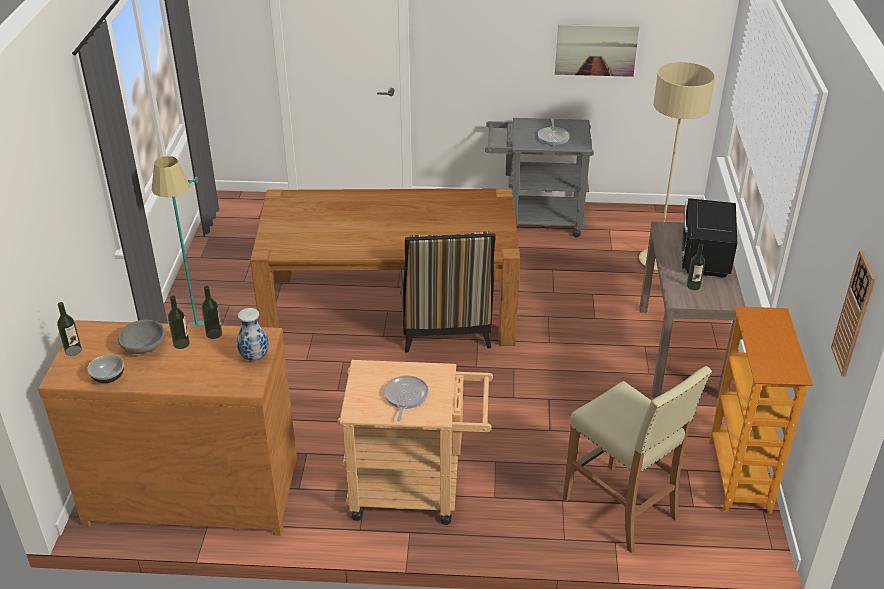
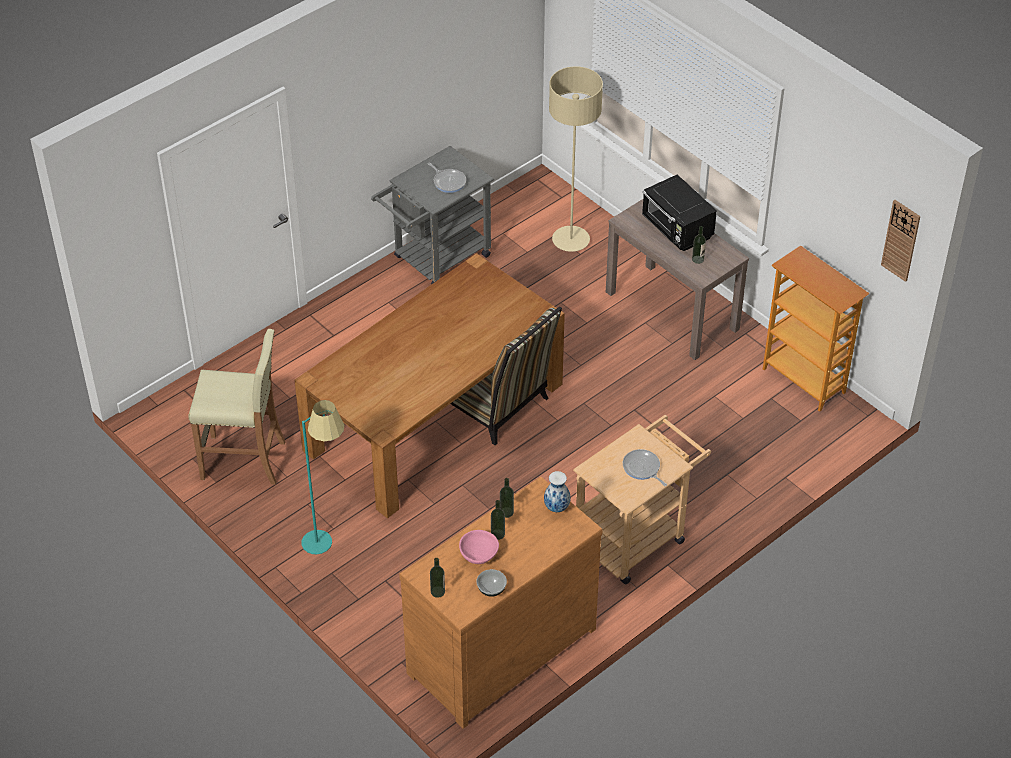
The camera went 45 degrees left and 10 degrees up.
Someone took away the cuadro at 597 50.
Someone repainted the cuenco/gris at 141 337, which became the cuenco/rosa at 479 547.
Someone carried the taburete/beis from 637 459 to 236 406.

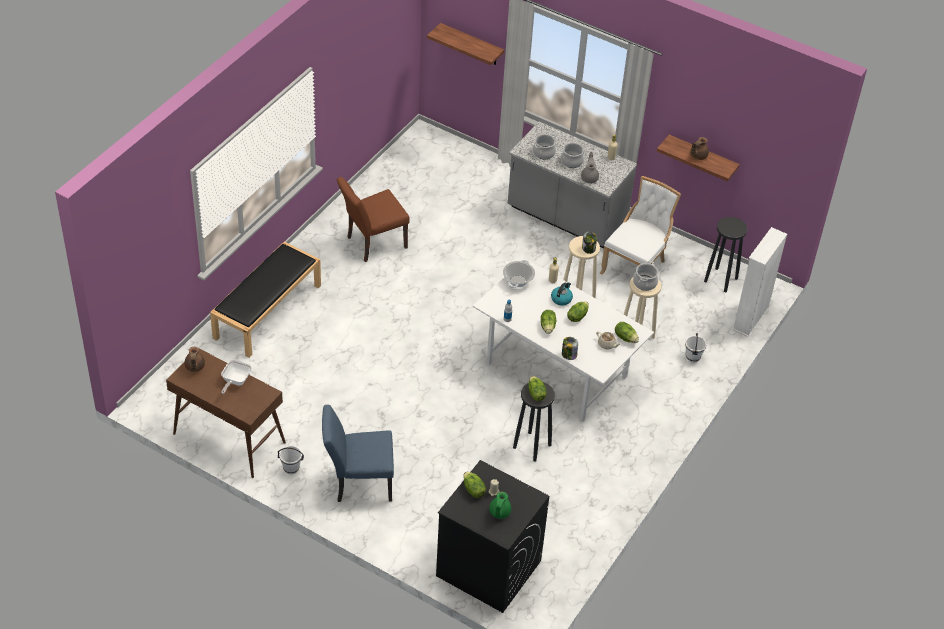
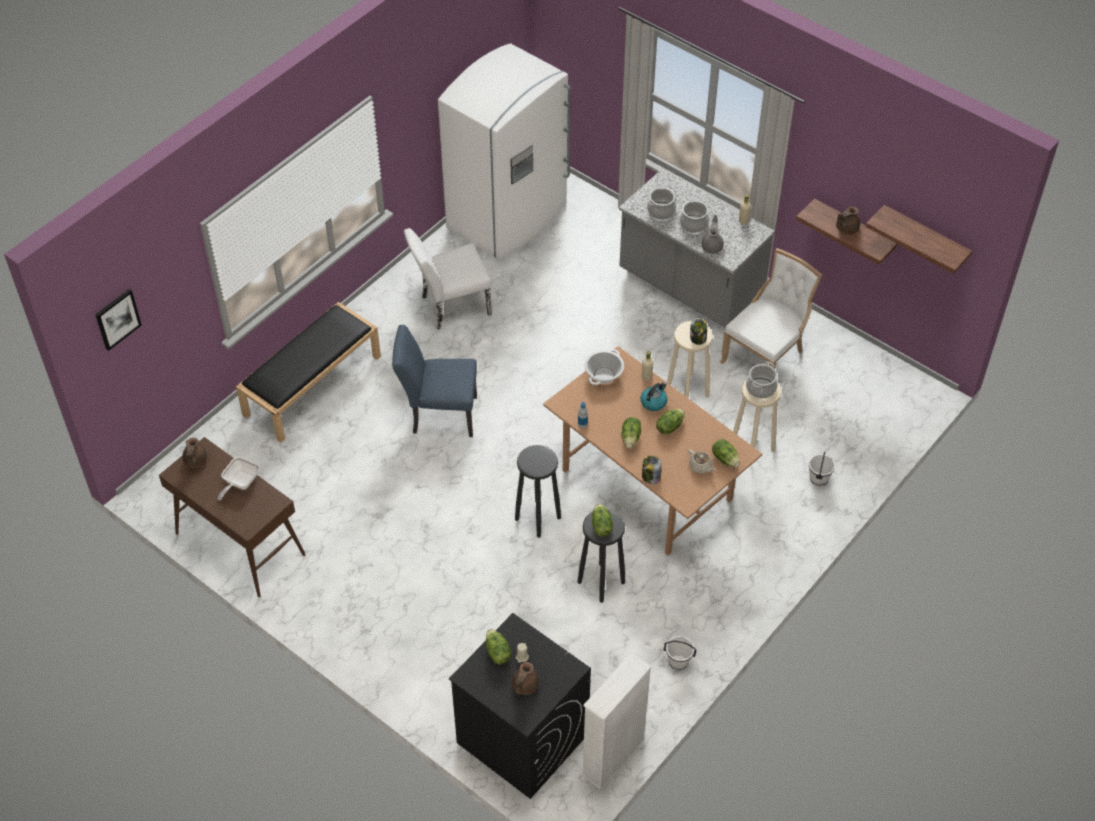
The camera went 10 degrees right and 5 degrees up.
Someone carried the estante from 465 44 to 919 239.
Someone repainted the silla/marrón at 373 219, which became the silla/blanco at 448 279.
Someone carried the taburete/negro from 726 254 to 538 491.
Someone carried the estantería/blanco from 759 282 to 616 720.
Someone repainted the mesa de comedor/blanco at 563 340, which became the mesa de comedor/marrón at 652 450.
Someone carried the silla/azul from 358 453 to 434 381.
Someone carried the cubo/blanco from 291 460 to 680 653.
Someone repainted the tetera/verde at 500 505, which became the tetera/marrón at 525 678.
Someone put down the nevera/blanco at 504 151.
Someone put up the cuadro at 118 320.

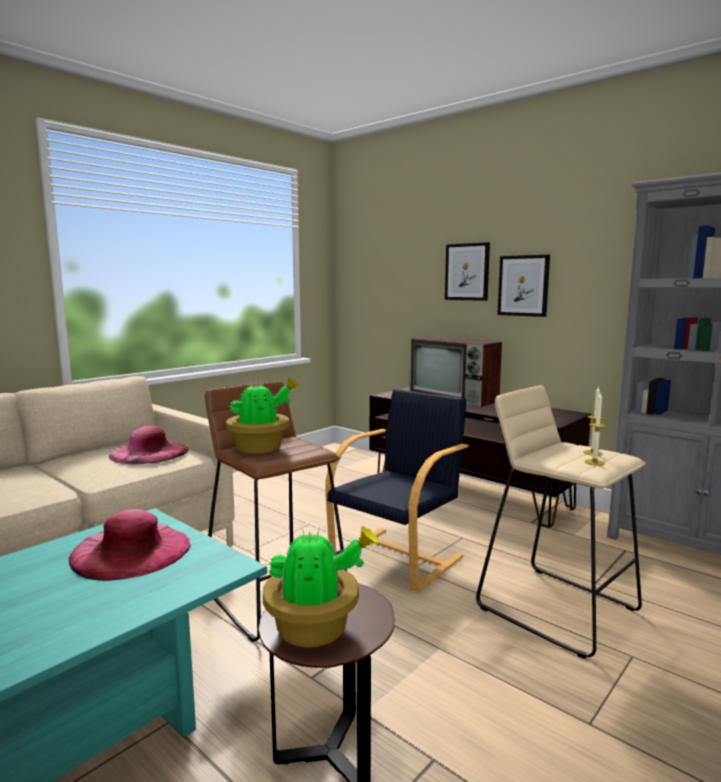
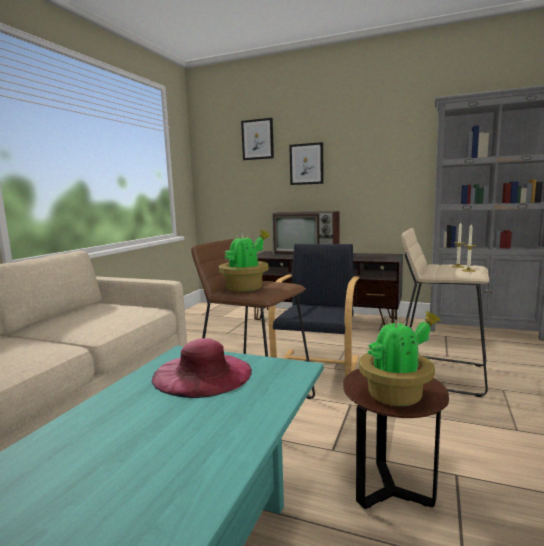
The camera went 20 degrees left and 0 degrees up.
Someone carried the cuadro from 523 286 to 257 139.
Someone took away the sombrero/rosa at 149 445.

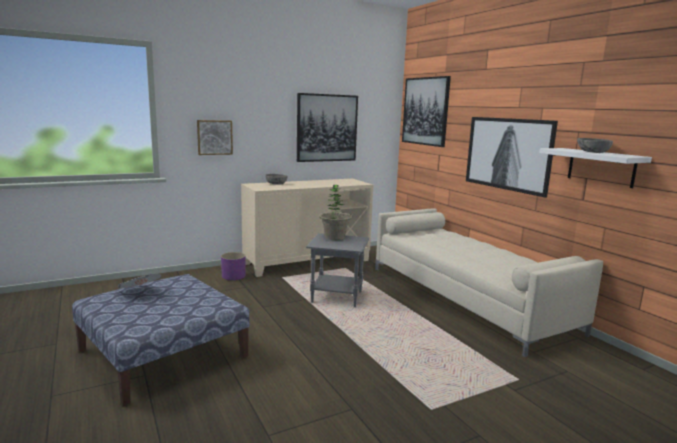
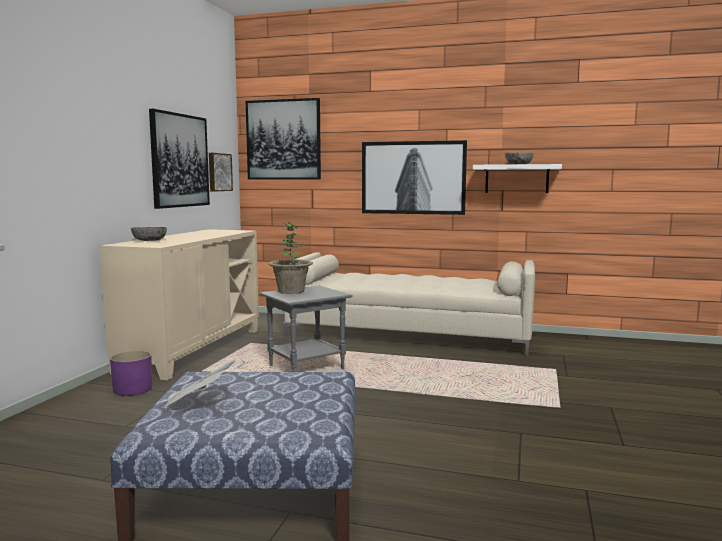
The camera went 45 degrees left and 5 degrees down.
Someone carried the cuadro from 215 137 to 221 172.

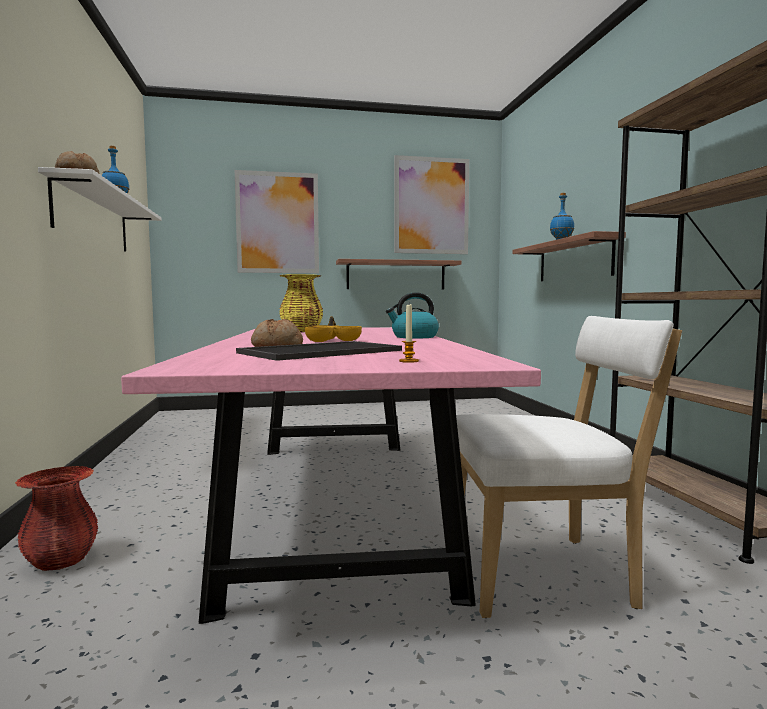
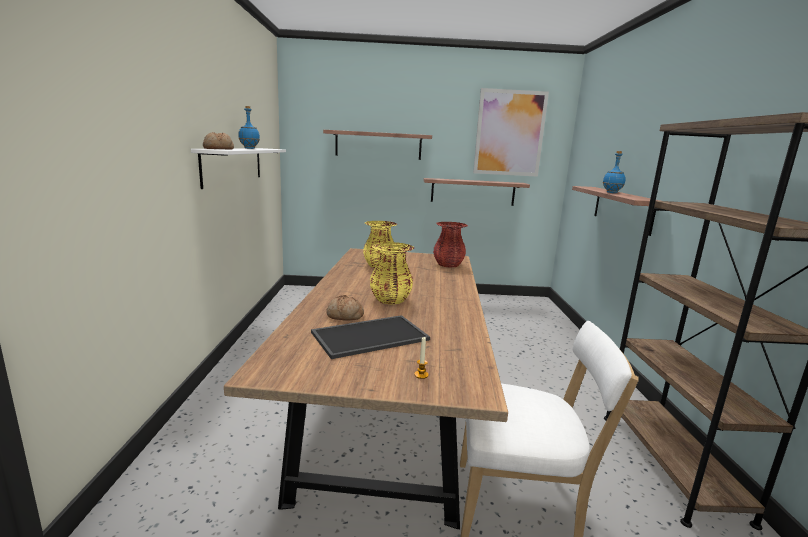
The camera went 10 degrees right and 10 degrees up.
Someone swapped the cuadro at 277 221 for the estante at 377 145.
Someone took away the hervidor at 412 315.
Someone swapped the cuenco at 333 329 for the florero/amarillo at 392 273.
Someone repainted the mesa de comedor/rosa at 331 475, which became the mesa de comedor/marrón at 366 388.
Someone carried the florero/rojo from 56 518 to 450 245.

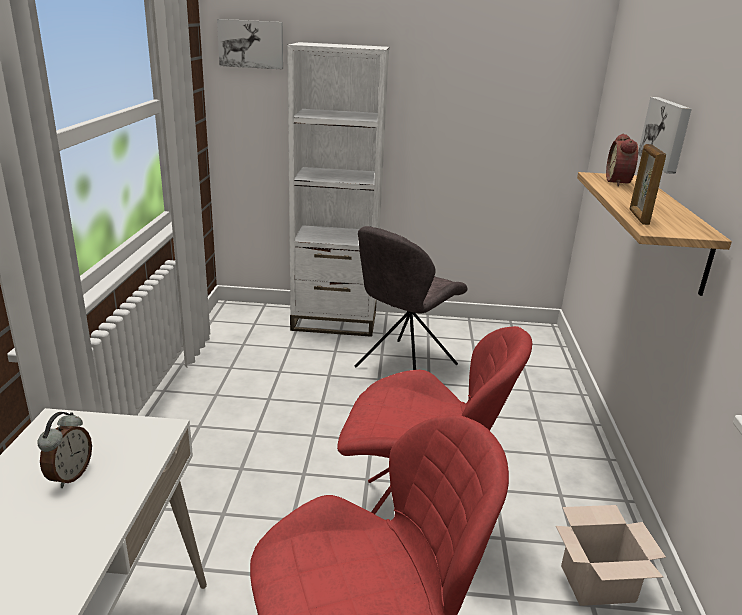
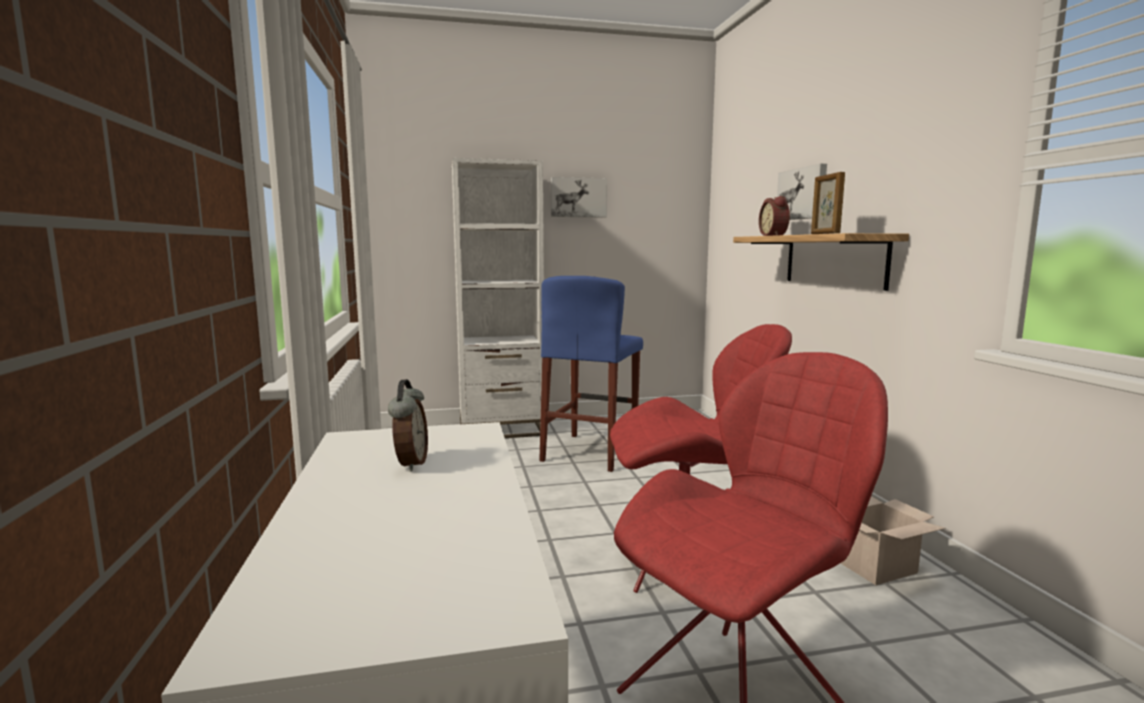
The camera went 15 degrees left and 15 degrees down.
Someone carried the cuadro from 250 44 to 579 197.
Someone swapped the silla/gris at 411 298 for the taburete/azul at 591 374.

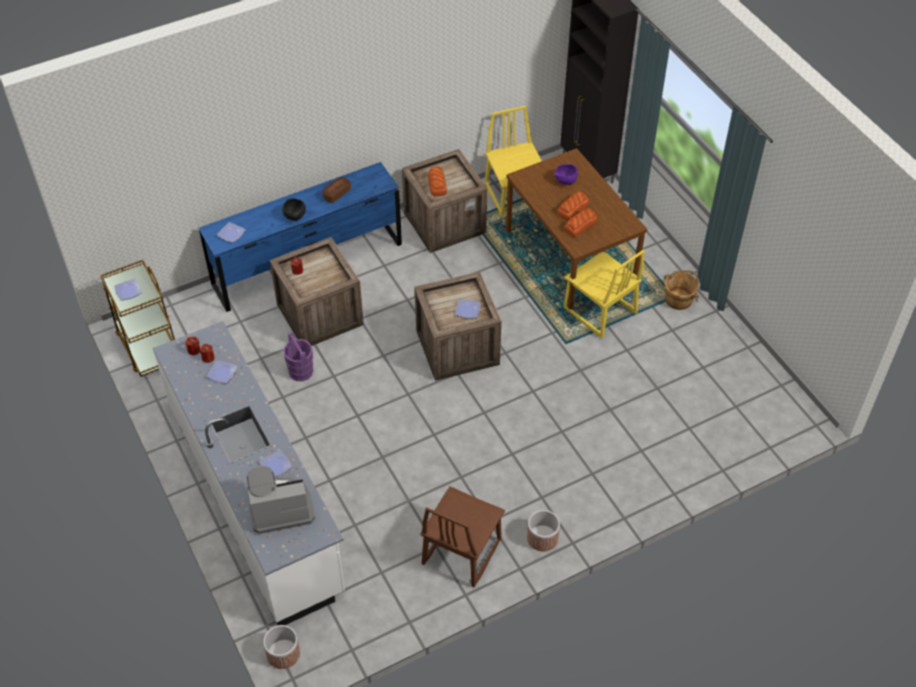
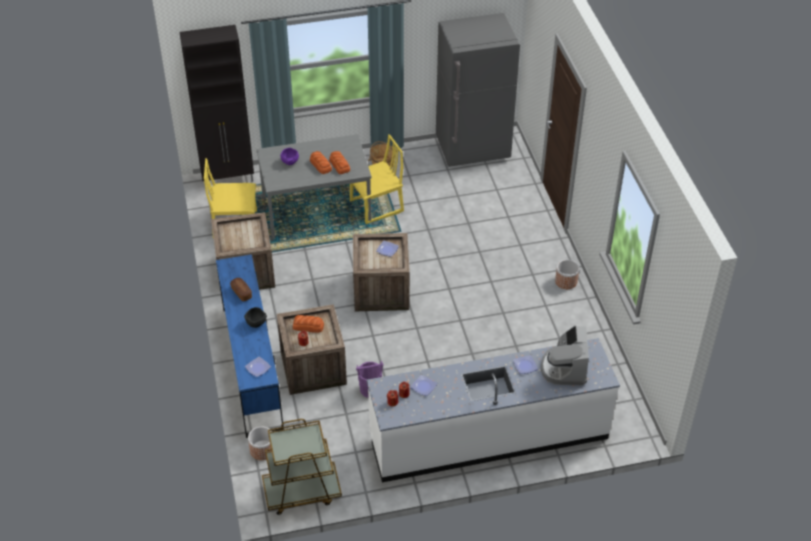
The camera went 75 degrees left and 5 degrees down.
Someone repainted the mesa de comedor/marrón at 576 229, which became the mesa de comedor/gris at 313 186.
Someone carried the pan from 437 182 to 308 324.
Someone took away the plato at 128 289.
Someone took away the silla/marrón at 463 536.
Someone carried the maceta from 281 647 to 260 443.
Someone put down the nevera/gris at 478 90.

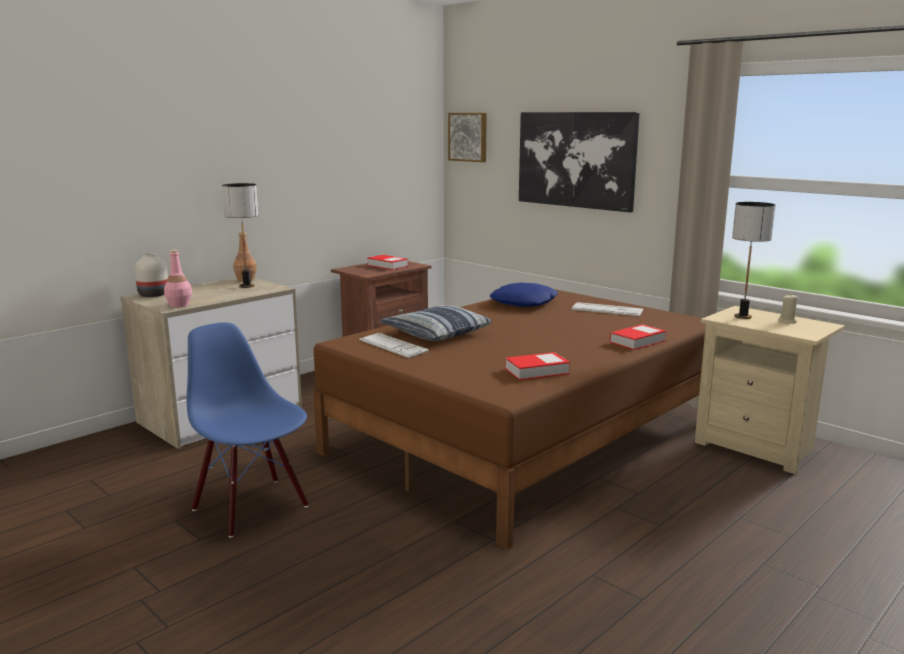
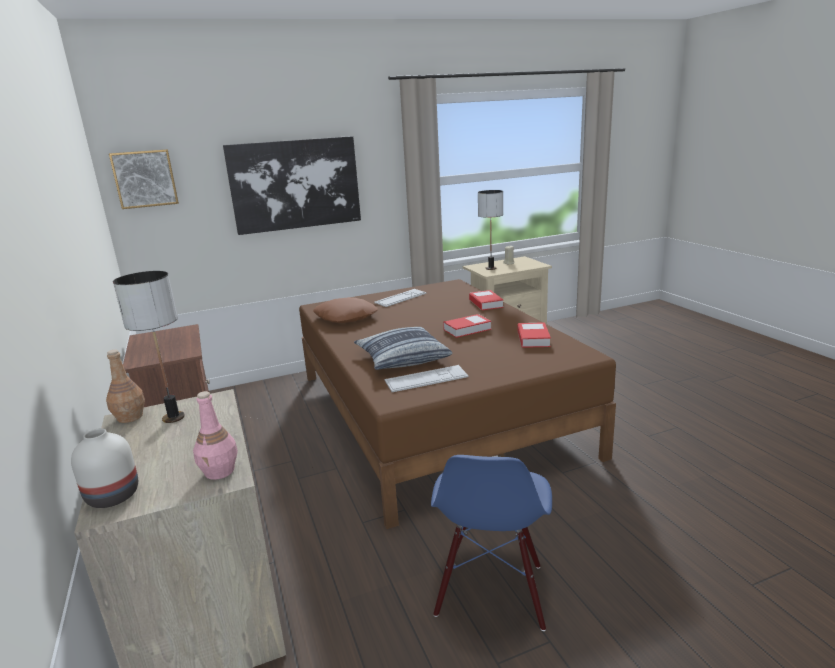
The camera went 65 degrees left and 5 degrees up.
Someone carried the libro from 387 262 to 467 326.
Someone repainted the cojín/azul at 524 295, which became the cojín/marrón at 345 310.
Someone rotated the silla/azul at 248 430 by 60 degrees counterclockwise.

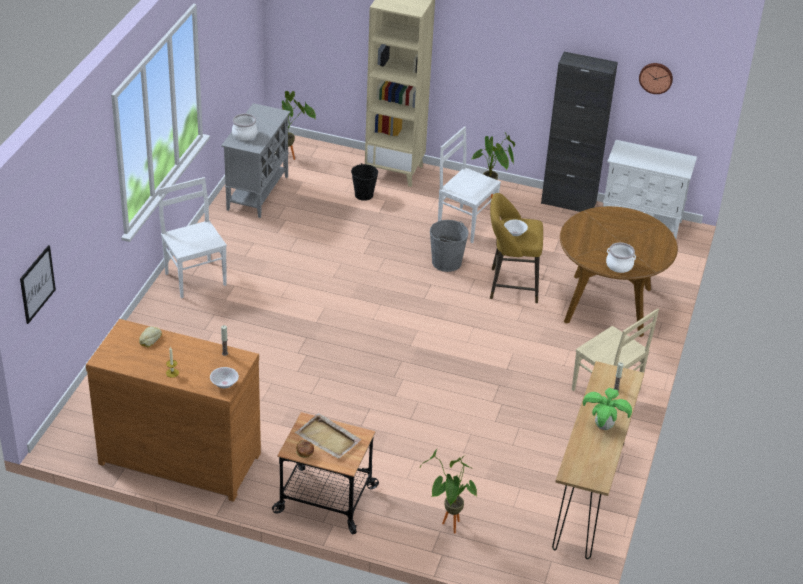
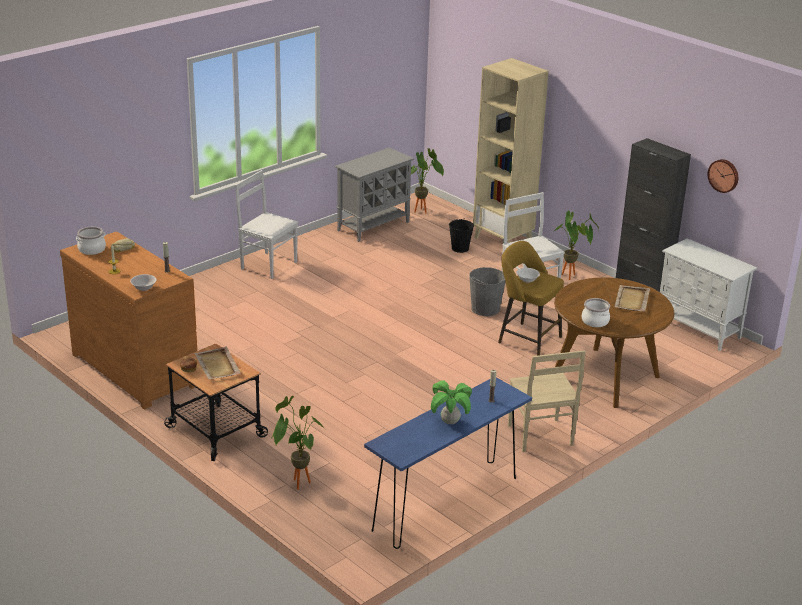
The camera went 30 degrees right and 10 degrees down.
Someone carried the olla from 244 127 to 91 241.
Someone rotated the silla/blanco at 192 237 by 60 degrees counterclockwise.
Someone took away the cuadro at 38 284.
Someone repainted the mesa consola/marrón at 598 460, which became the mesa consola/azul at 448 463.
Someone put down the bandeja/beis at 632 298.

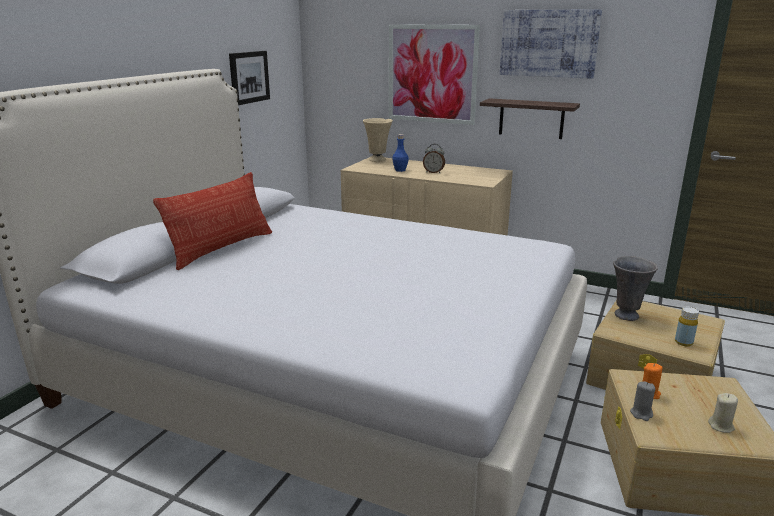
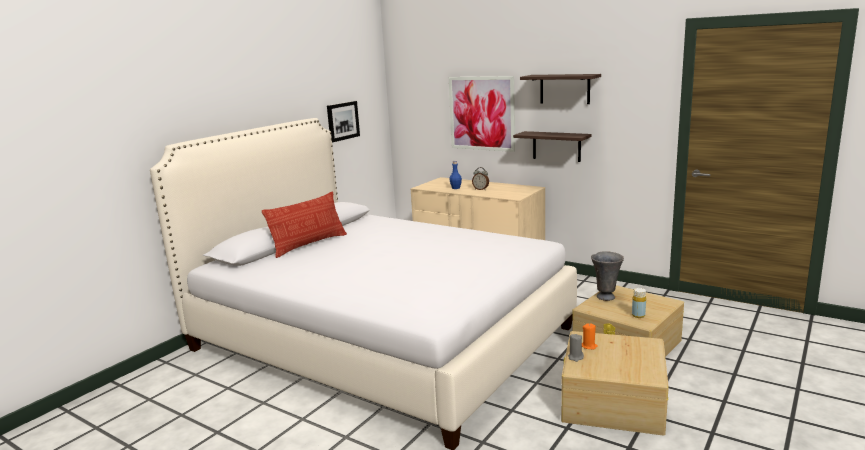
The camera went 10 degrees right and 5 degrees down.
Someone swapped the cuadro at 551 44 for the estante at 560 89.
Someone took away the florero/beis at 378 140.
Someone took away the vela/beis at 723 413.

